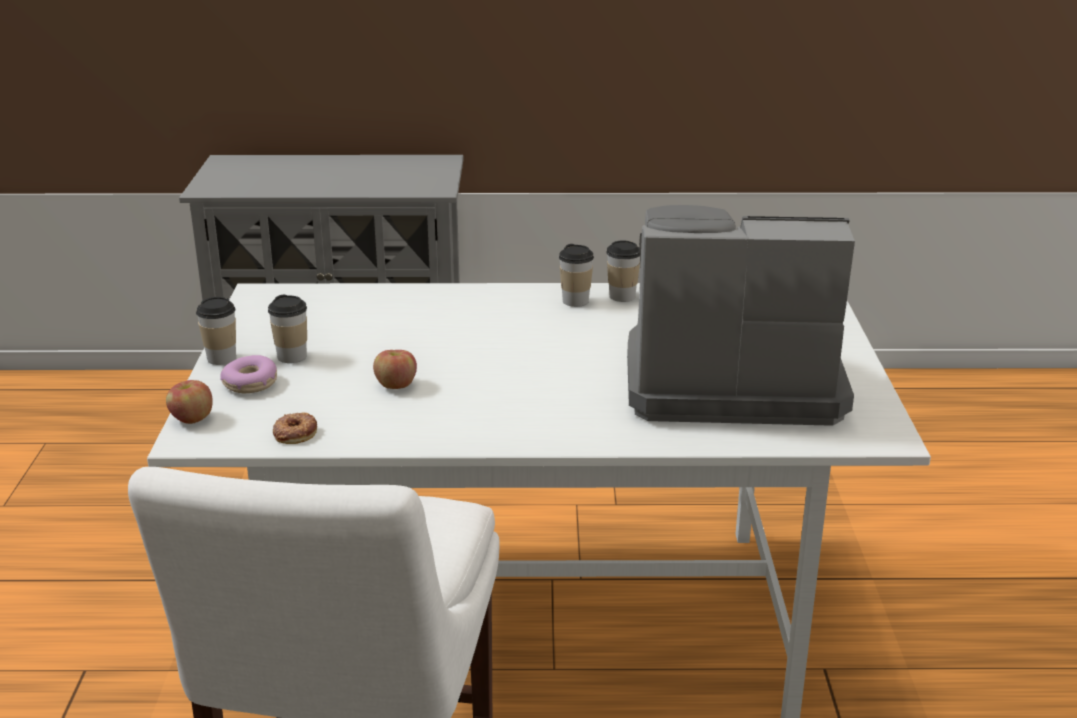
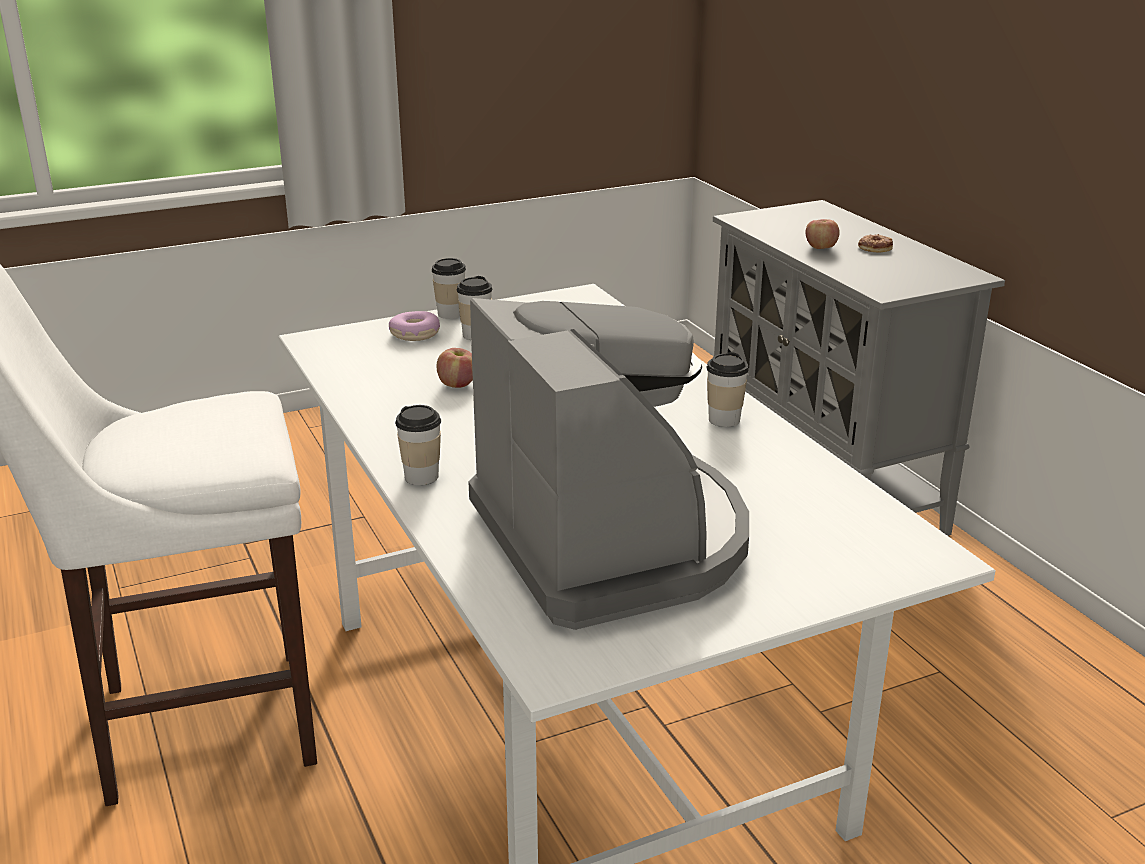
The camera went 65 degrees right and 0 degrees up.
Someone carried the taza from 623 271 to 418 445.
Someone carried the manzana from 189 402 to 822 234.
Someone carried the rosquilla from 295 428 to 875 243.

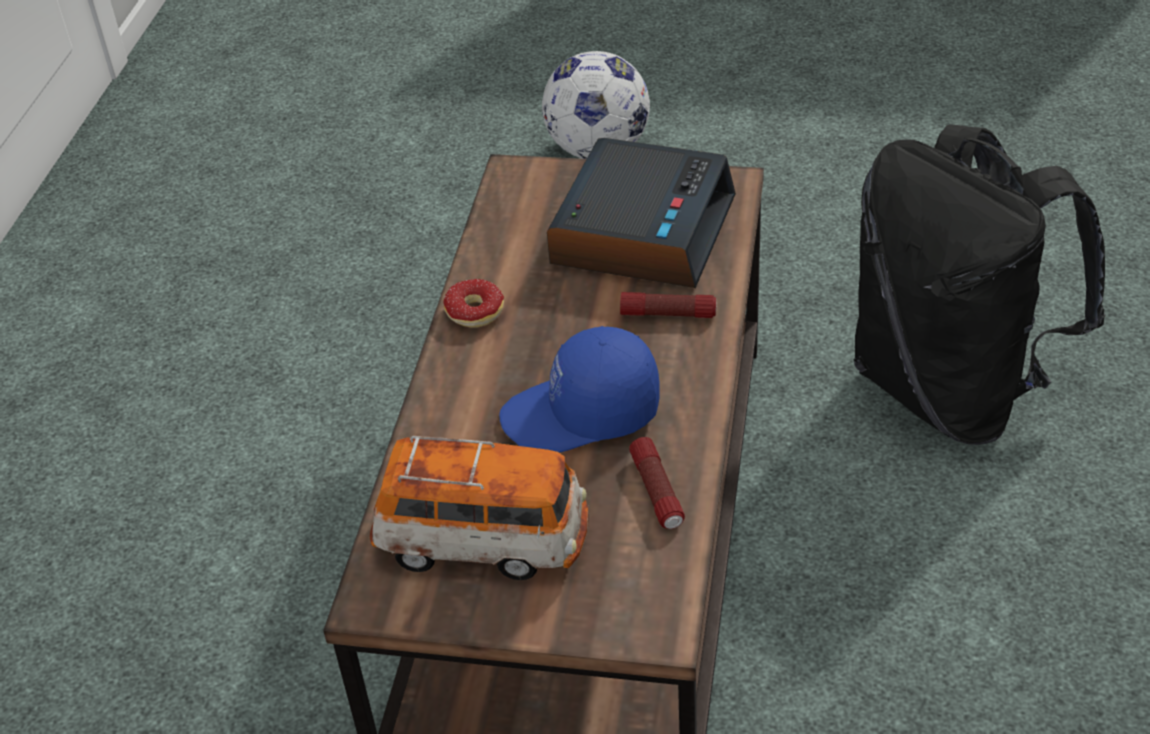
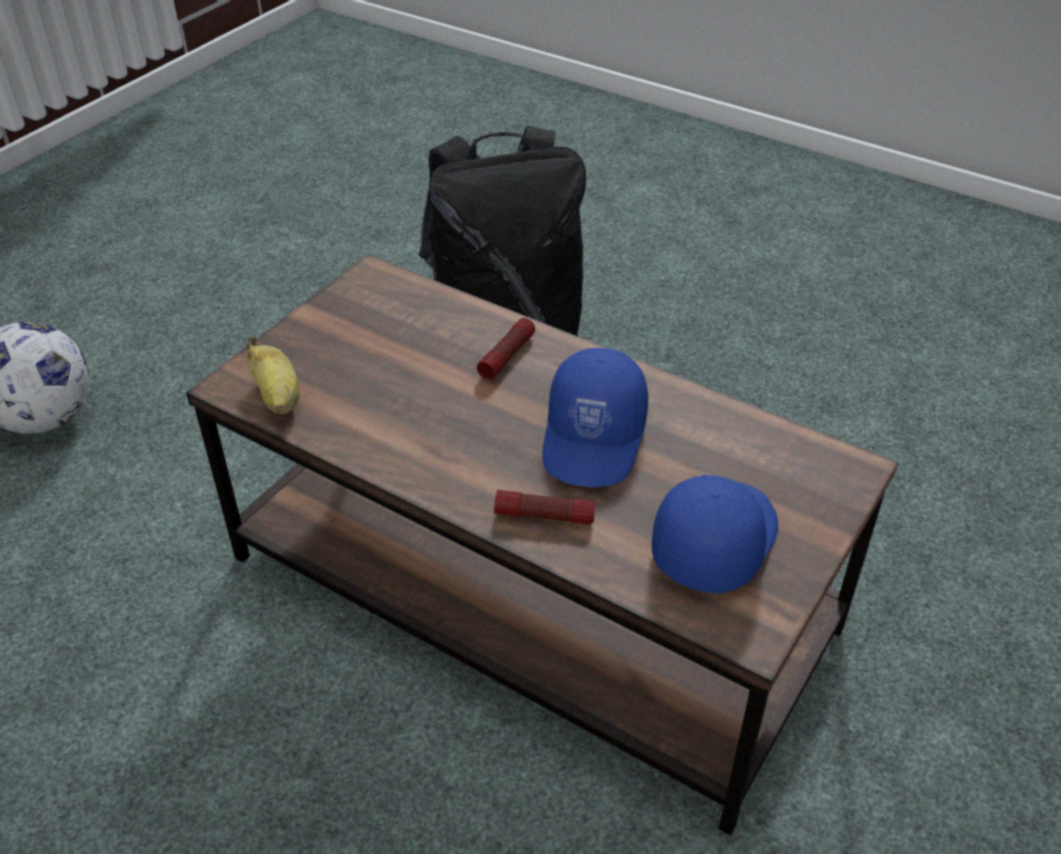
The camera went 70 degrees left and 0 degrees up.
Someone took away the despertador at 641 213.
Someone took away the rosquilla at 473 303.
Someone swapped the coche de juguete at 479 508 for the gorra/azul at 715 534.
Someone carried the linterna from 657 483 to 545 507.
Someone put down the plátano at 273 375.

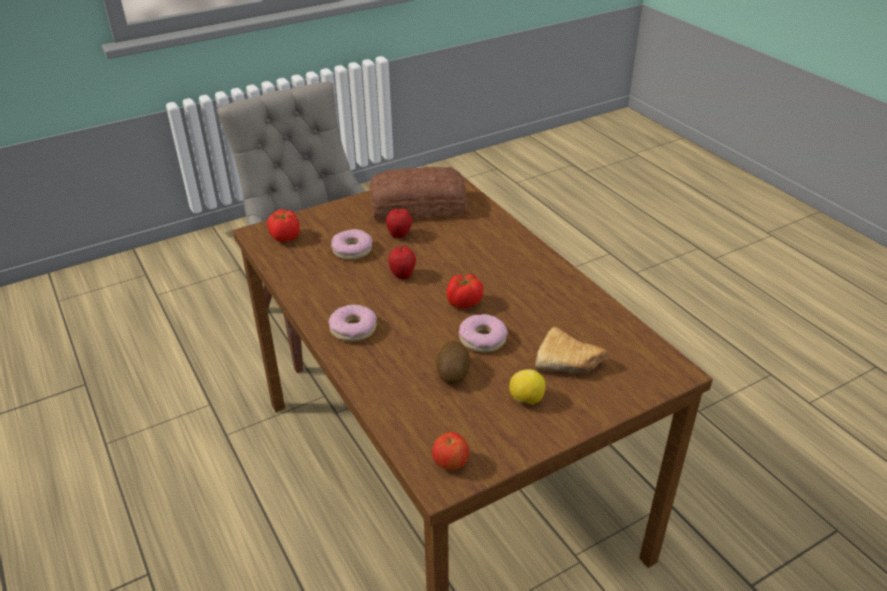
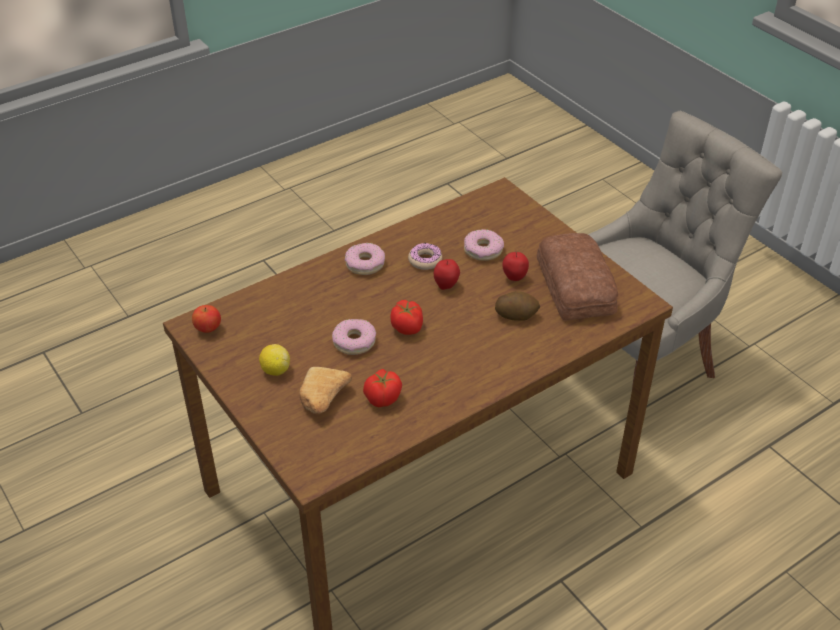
The camera went 85 degrees right and 5 degrees up.
Someone carried the tomate from 283 225 to 382 388.
Someone carried the patata from 453 363 to 517 306.
Someone put down the rosquilla at 425 256.

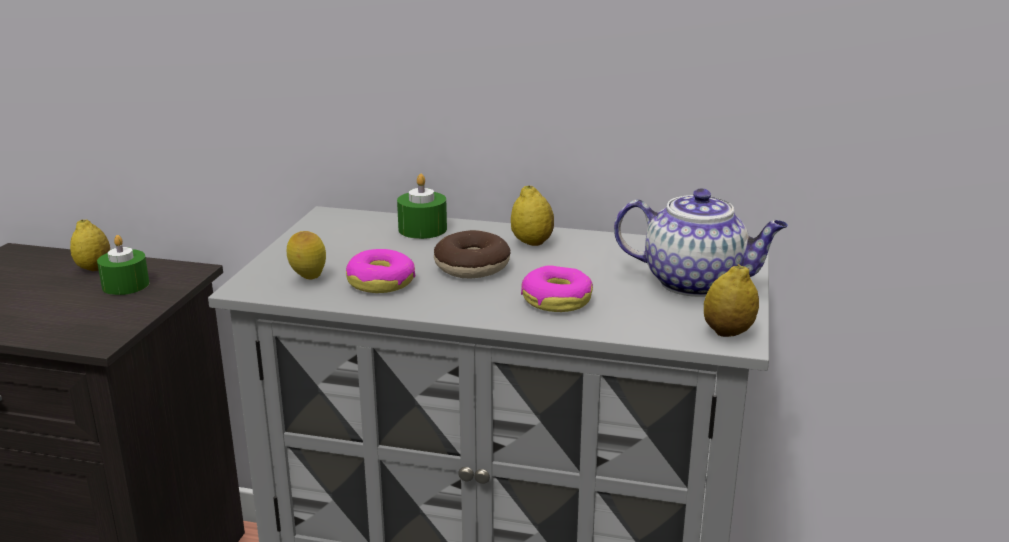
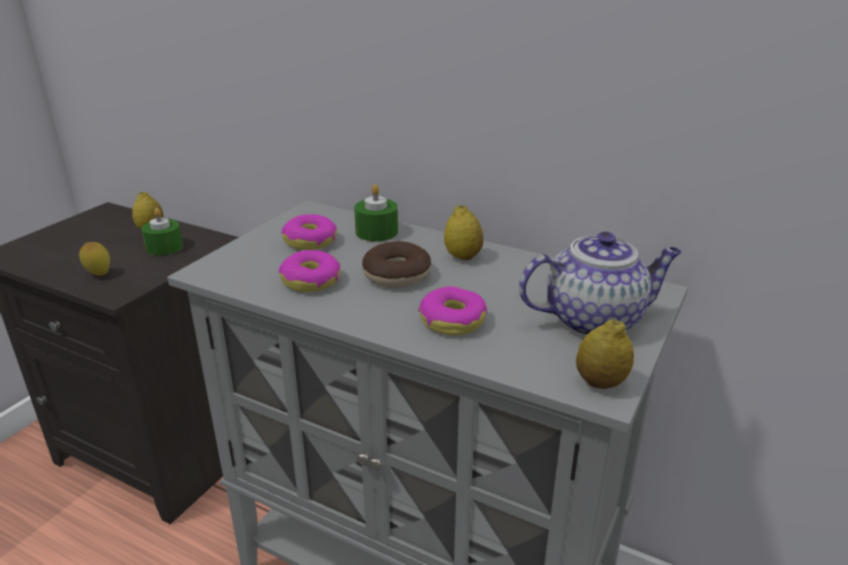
The camera went 15 degrees right and 5 degrees up.
Someone rotated the tetera at 701 242 by 45 degrees counterclockwise.
Someone carried the limón from 306 255 to 94 259.
Someone put down the rosquilla at 309 232.

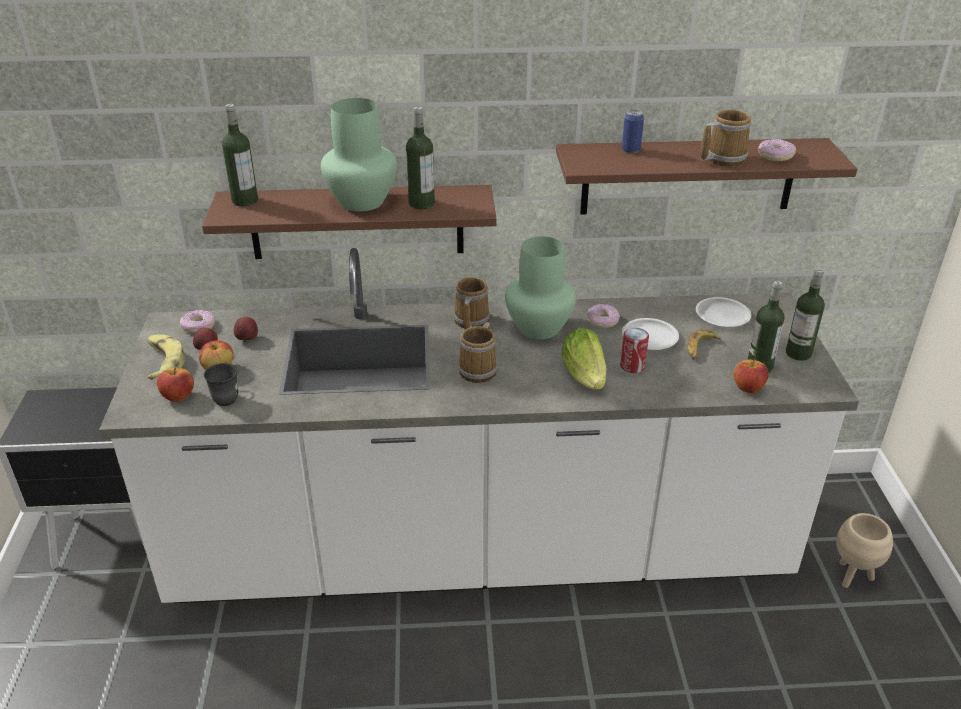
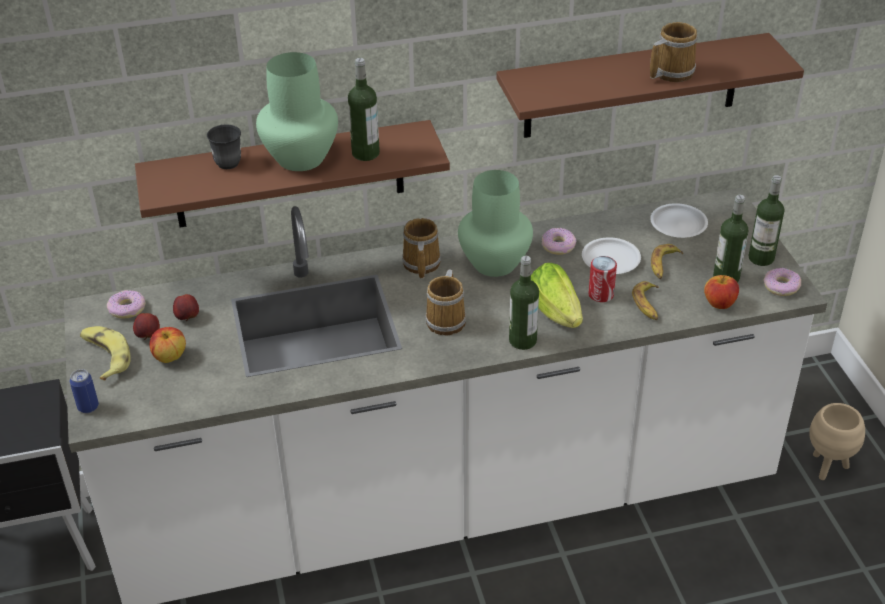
The camera went 10 degrees left and 5 degrees up.
Someone carried the botella from 240 155 to 524 303.
Someone carried the lata from 633 131 to 84 391.
Someone carried the rosquilla from 777 150 to 782 282.
Someone carried the taza grande/gris from 221 384 to 224 146.
Someone took away the manzana at 175 384.
Someone put down the plátano at 645 300.

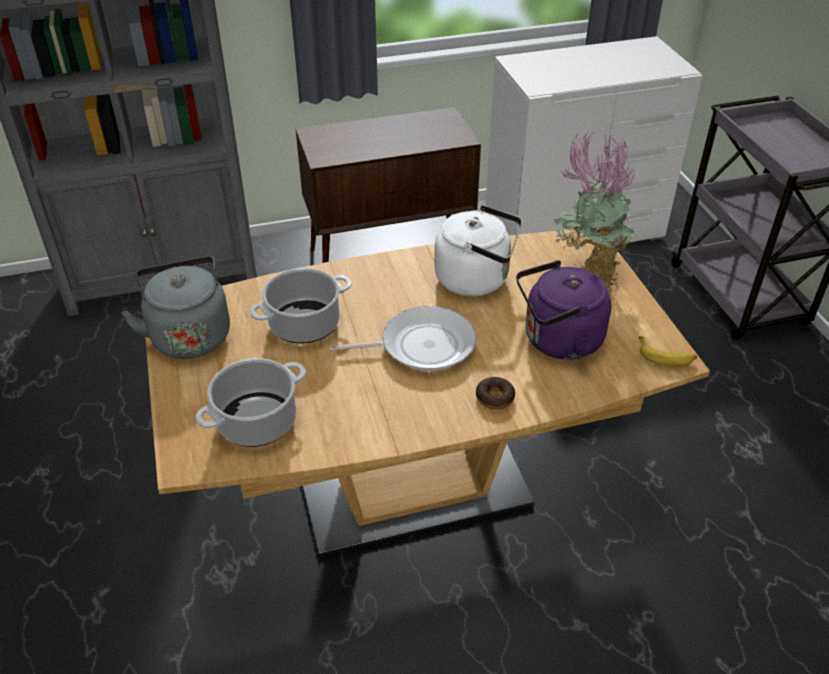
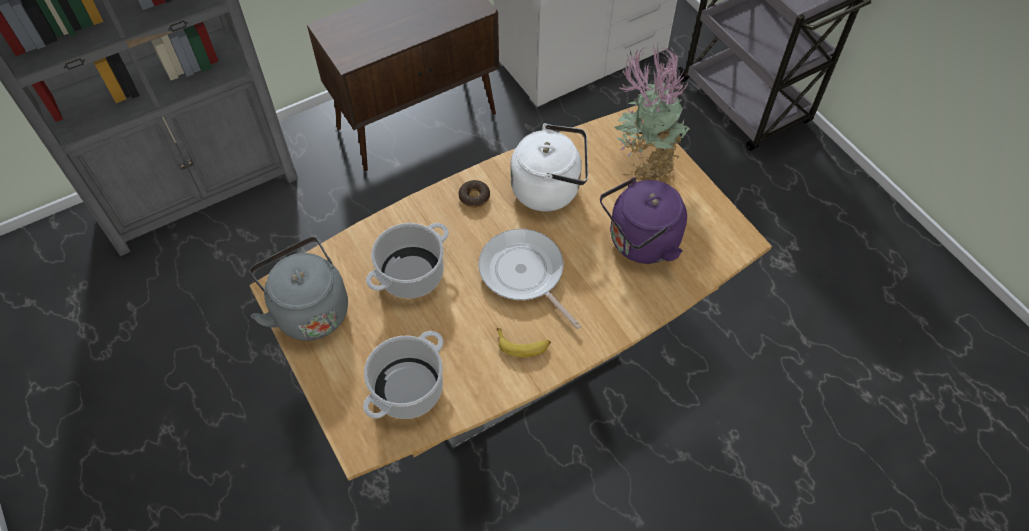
The camera went 15 degrees left and 15 degrees up.
Someone rotated the sartén at 403 338 by 105 degrees counterclockwise.
Someone carried the plátano from 668 351 to 524 342.
Someone carried the rosquilla from 495 393 to 474 194.

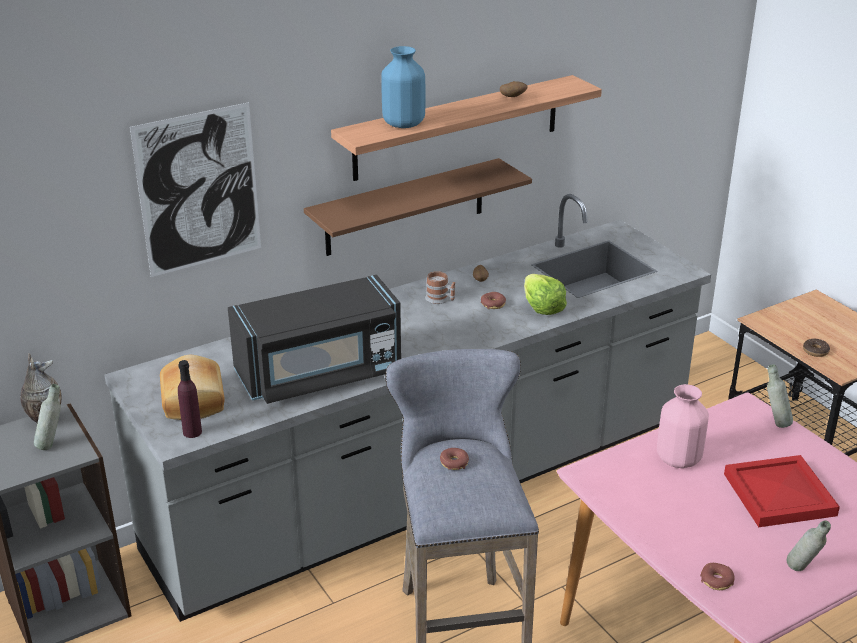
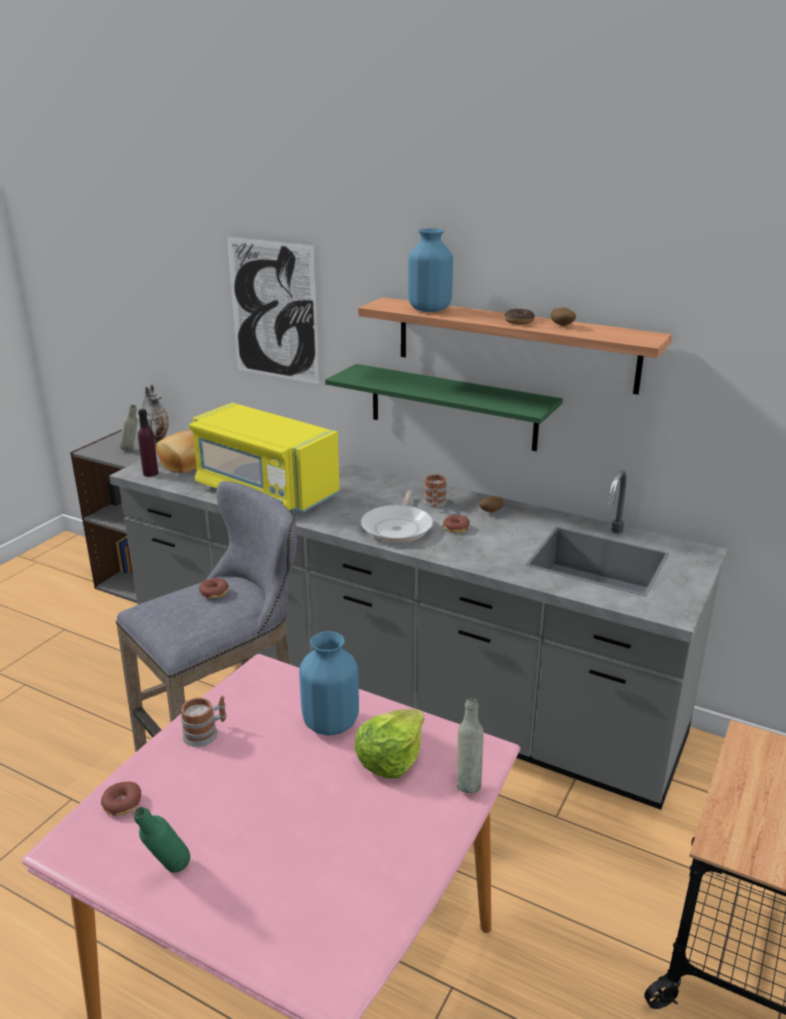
The camera went 60 degrees right and 5 degrees down.
Someone repainted the estante/marrón at 418 207, which became the estante/verde at 444 407.
Someone carried the lechuga from 545 294 to 389 744.
Someone repainted the microondas/negro at 314 339, which became the microondas/amarillo at 264 458.
Someone carried the rosquilla from 816 348 to 519 317.
Someone repainted the florero/rosa at 683 426, which became the florero/azul at 329 683.
Someone took away the bandeja/rojo at 782 491.
Someone repainted the botella/gris at 809 546, which became the botella/verde at 162 840.
Someone put down the sartén at 397 516.
Someone put down the taza grande at 203 721.

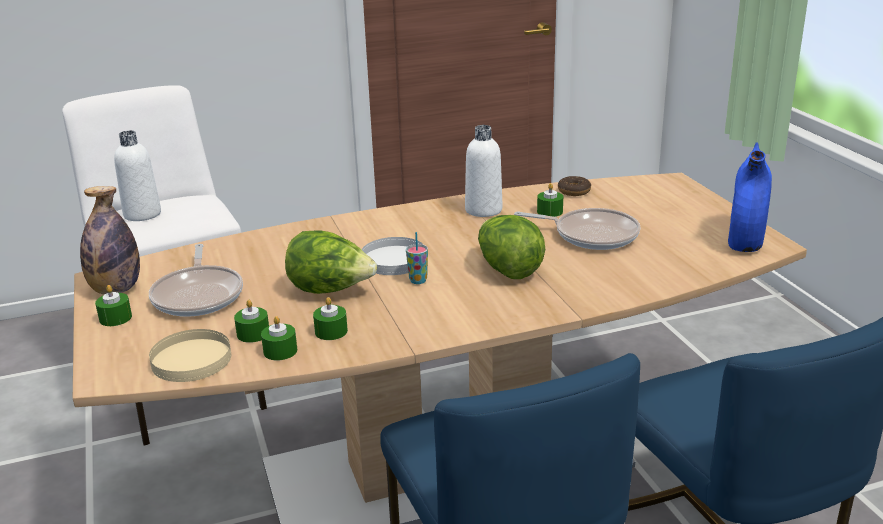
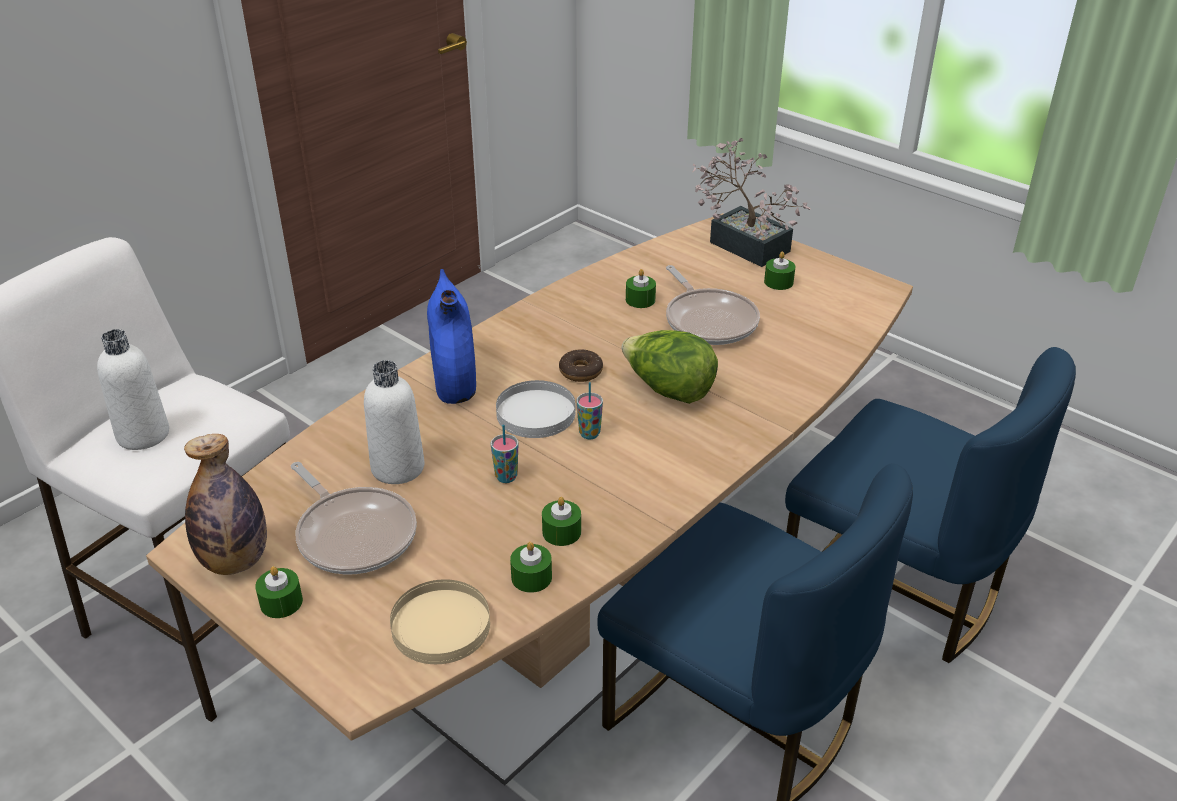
The camera went 30 degrees left and 10 degrees up.
Someone carried the botella/blanco from 483 171 to 394 422.
Someone carried the florero/azul from 750 197 to 451 336.
Someone carried the rosquilla from 574 186 to 581 365.
Someone rotated the sartén at 577 229 by 75 degrees clockwise.
Someone swapped the lechuga at 331 262 for the taza at 504 453.
Someone carried the vela/verde from 251 321 to 780 271.
Someone put down the planta en maceta at 751 202.

